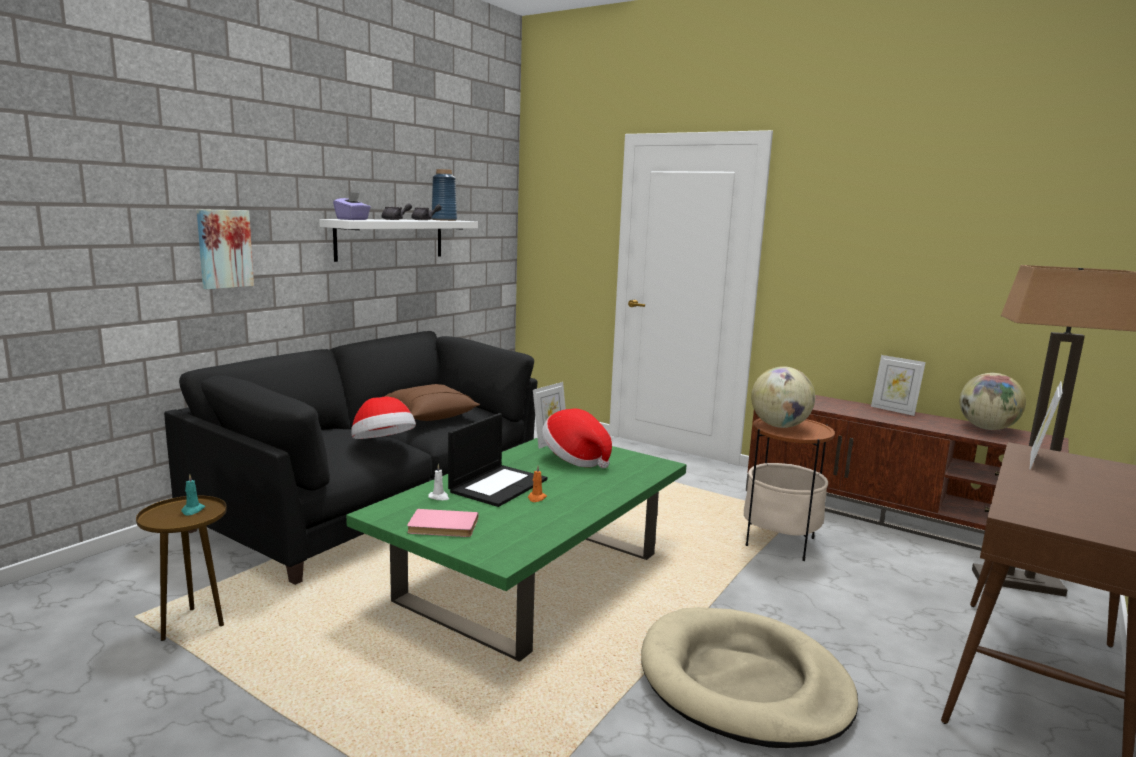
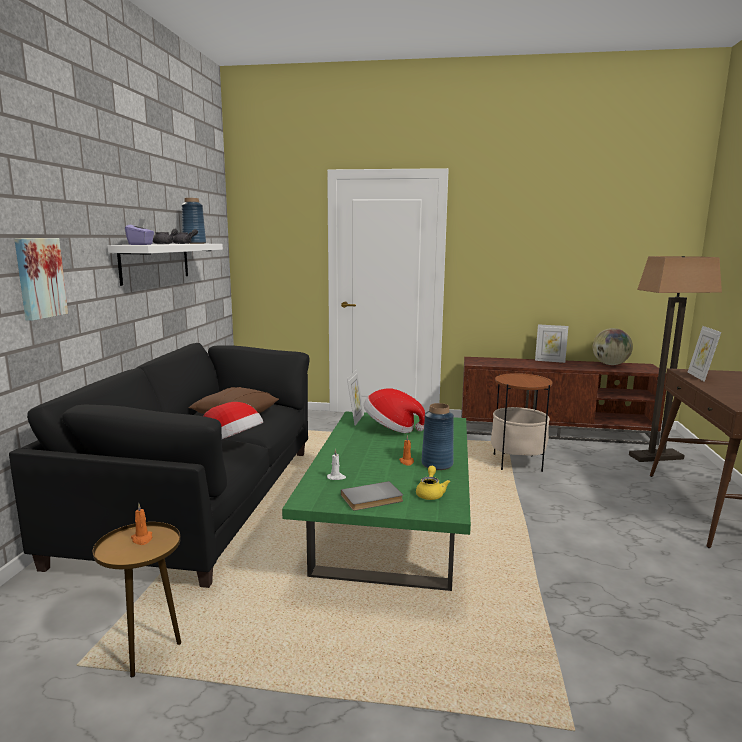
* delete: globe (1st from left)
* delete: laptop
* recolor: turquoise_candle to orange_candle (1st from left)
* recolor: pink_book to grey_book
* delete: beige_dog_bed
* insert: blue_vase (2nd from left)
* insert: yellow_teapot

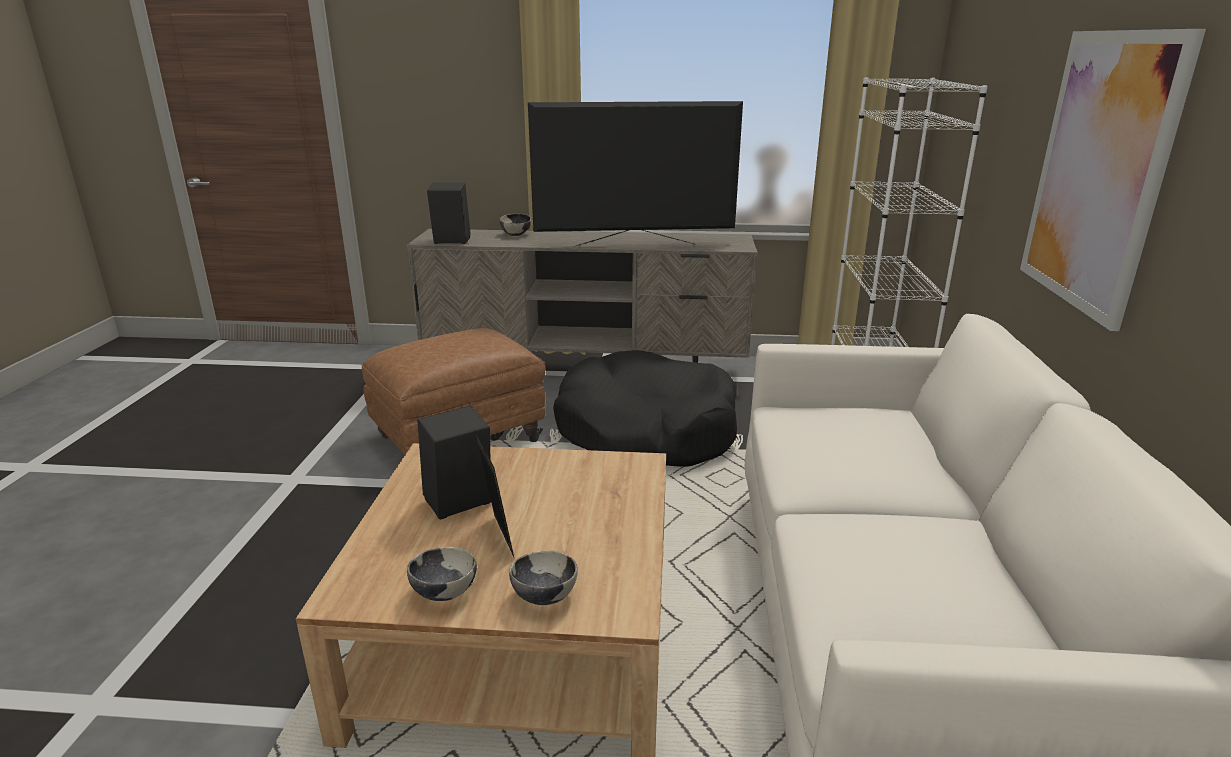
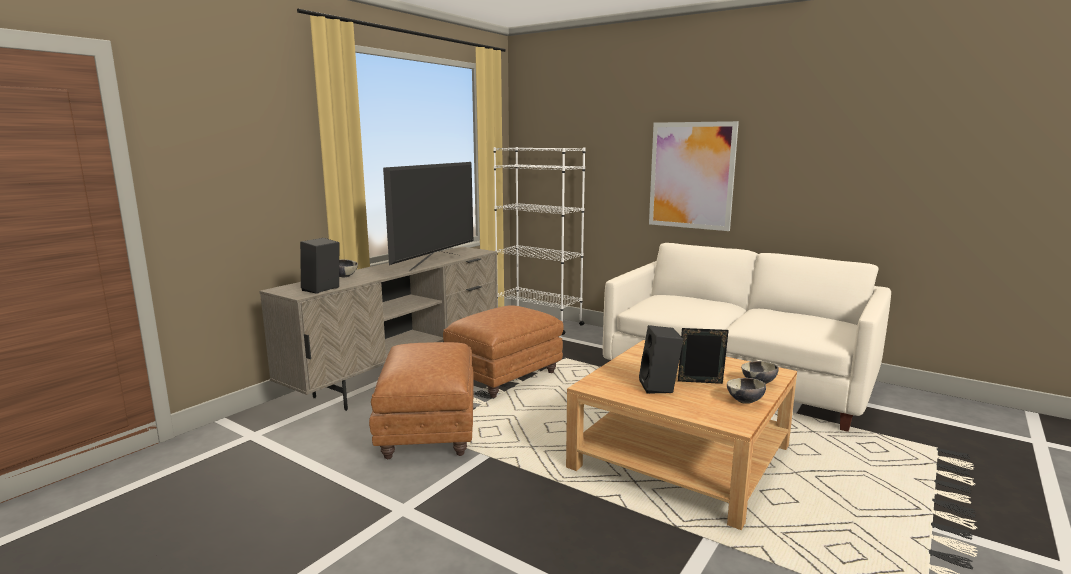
* replace: black_dog_bed to brown_ottoman (2nd from left)

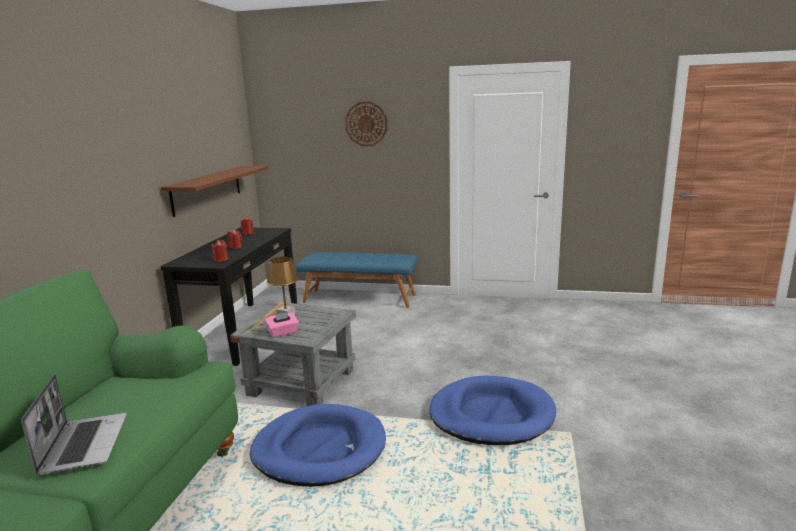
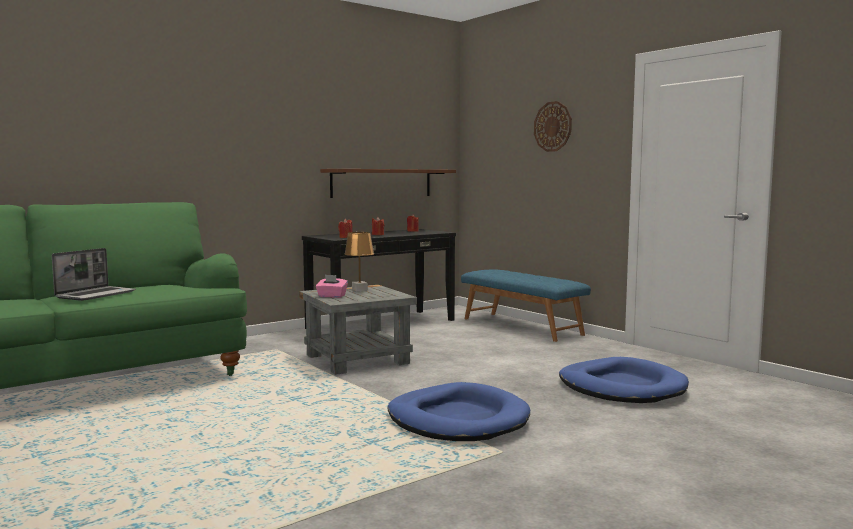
* move: blue_dog_bed (1st from left in the first image) to blue_dog_bed (2nd from left)

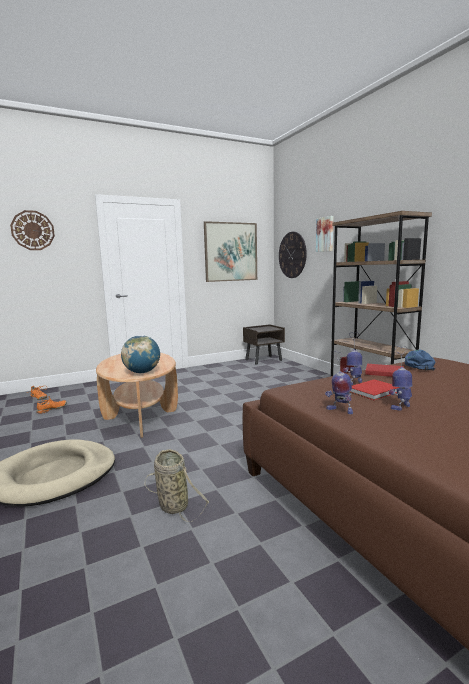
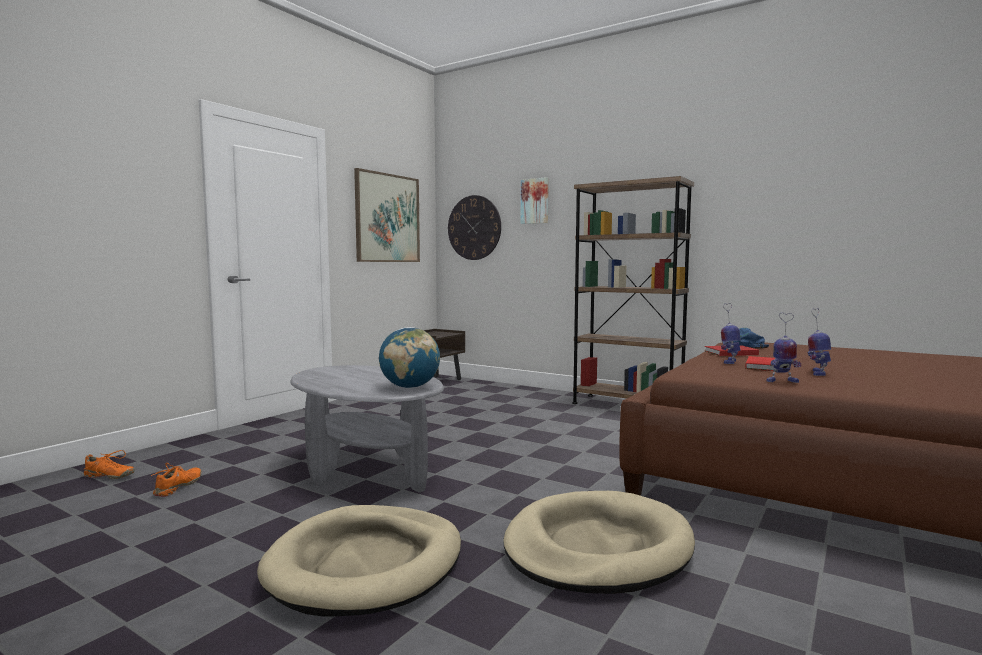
* delete: wall_clock (1st from left)
* recolor: brown_coffee_table to grey_coffee_table
* replace: basket to beige_dog_bed (2nd from left)

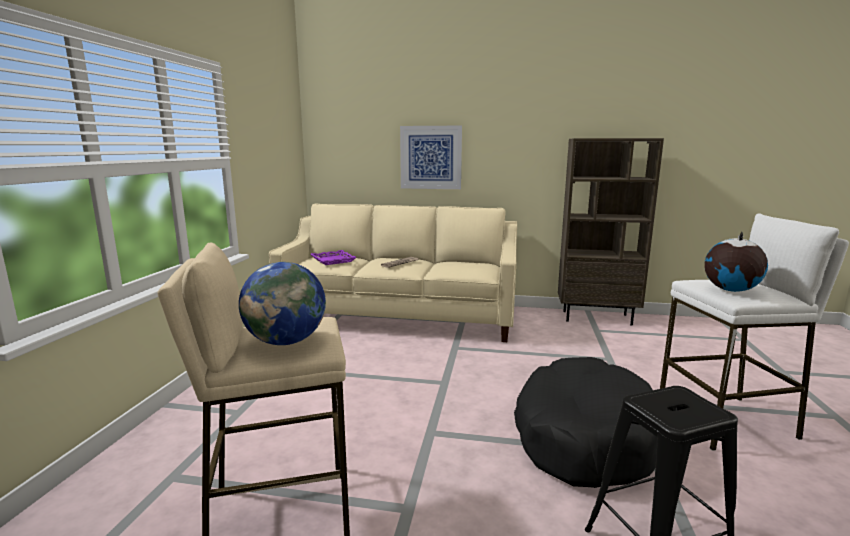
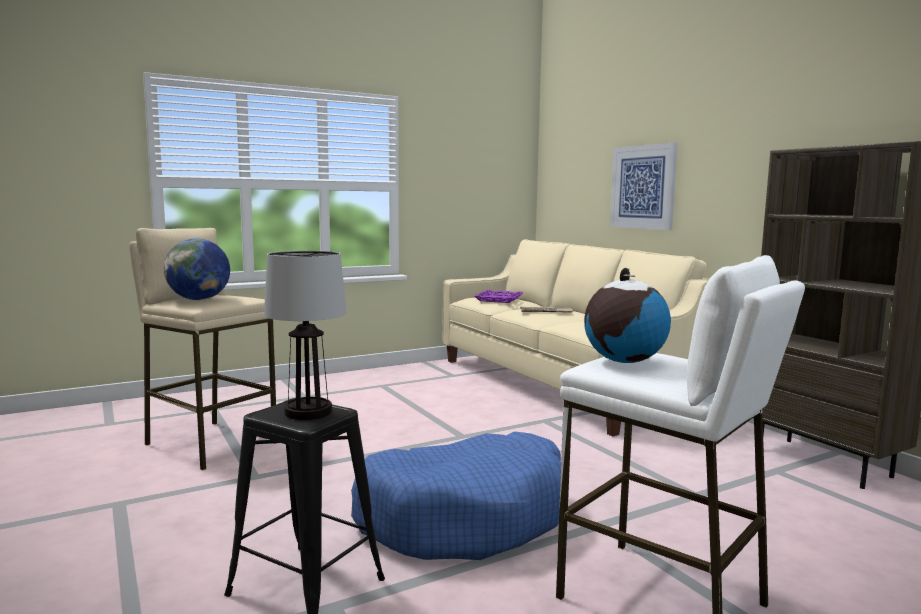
* recolor: black_dog_bed to blue_dog_bed
* insert: table_lamp

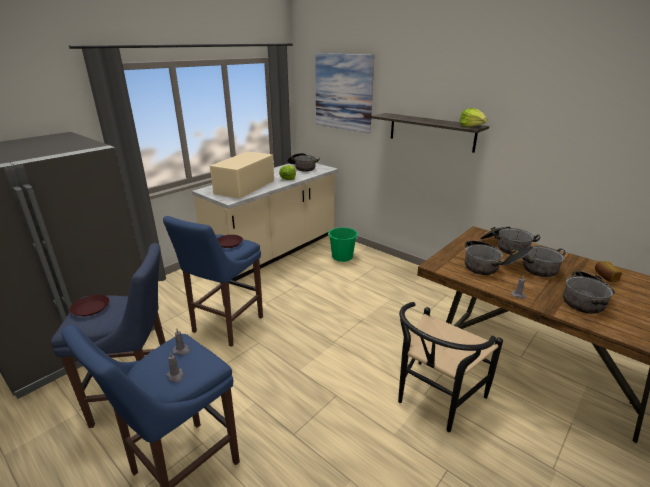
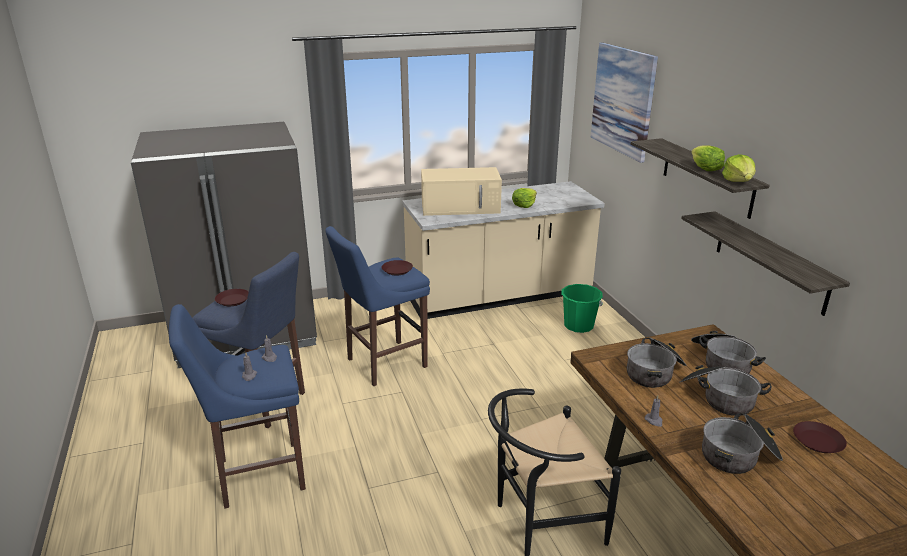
* rotate: beige_microwave 150 degrees counterclockwise
* delete: cooking_pot (1st from left)
* replace: bread to brown_plate (3rd from left)
* insert: lettuce (2nd from left)
* insert: shelf (2nd from left)

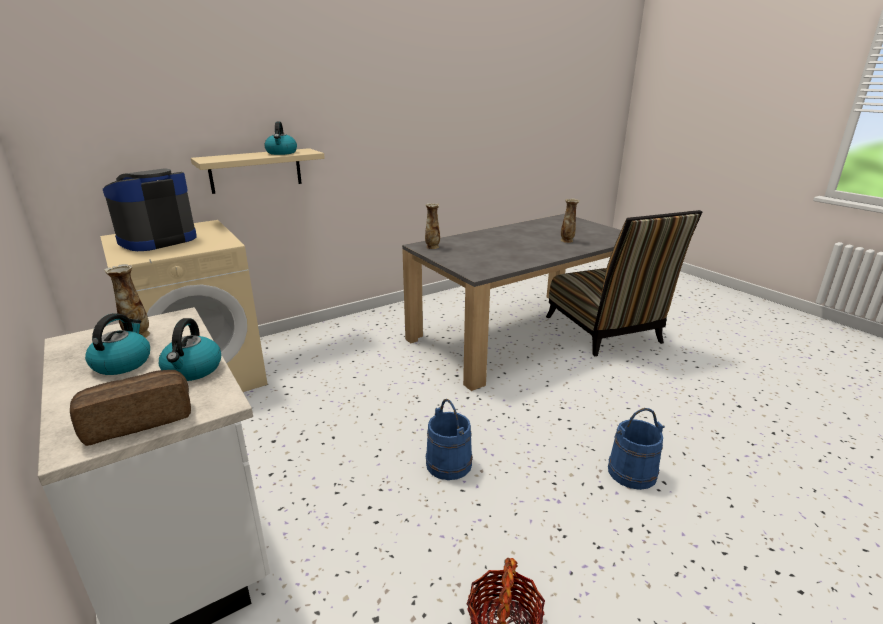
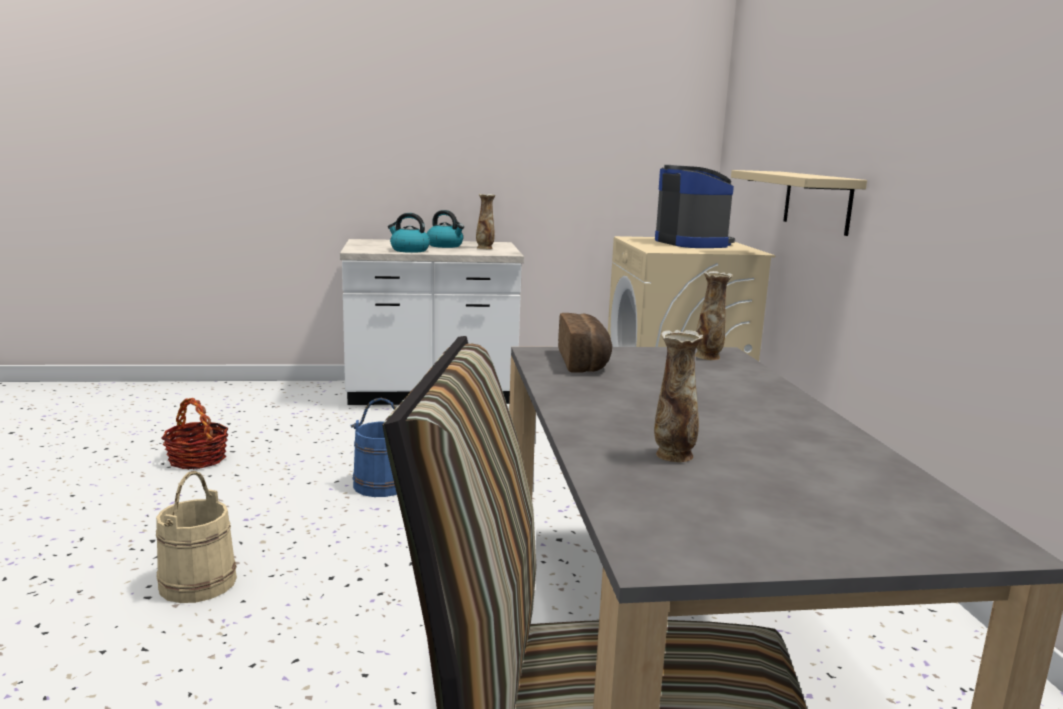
* delete: kettle (3rd from left)
* move: bread
* recolor: blue_bucket (2nd from left) to beige_bucket

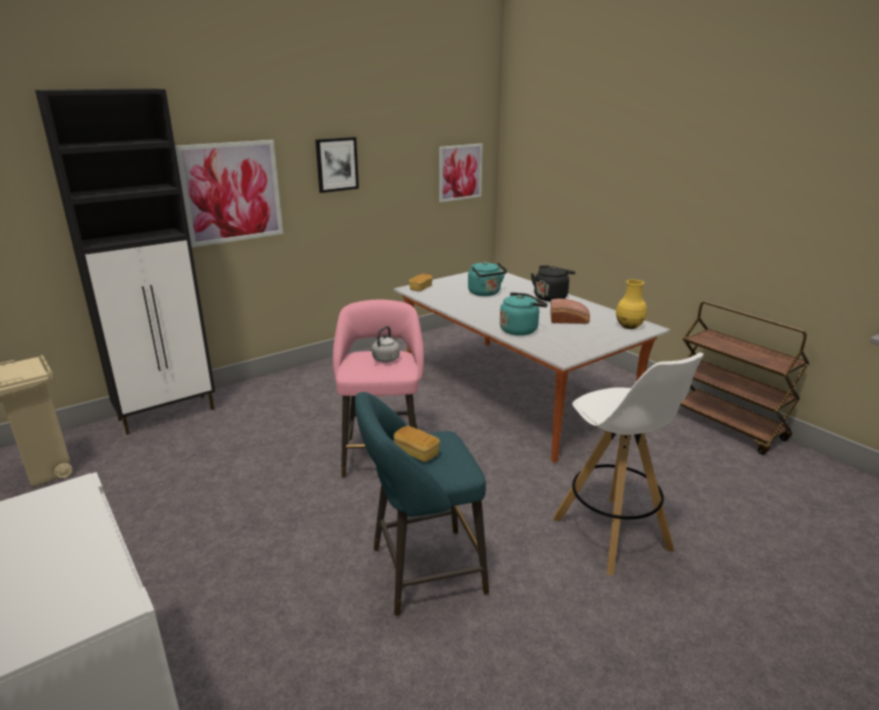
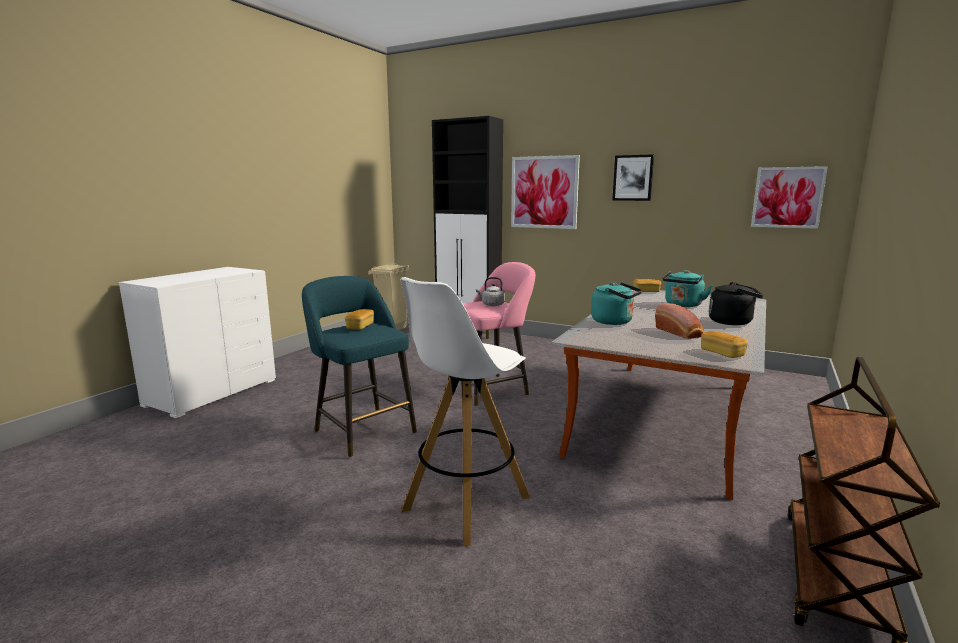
* replace: yellow_vase to bread (4th from left)

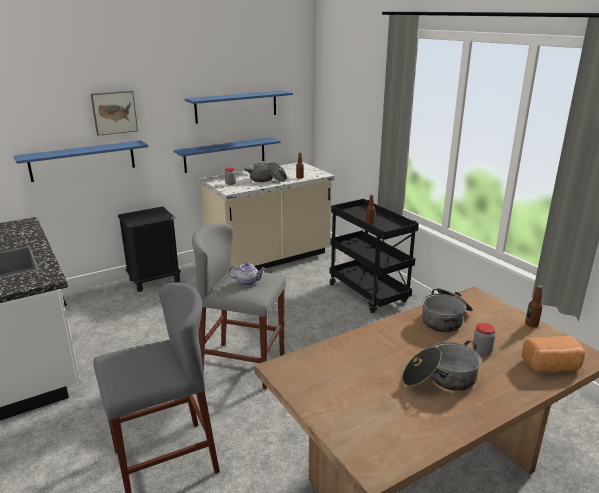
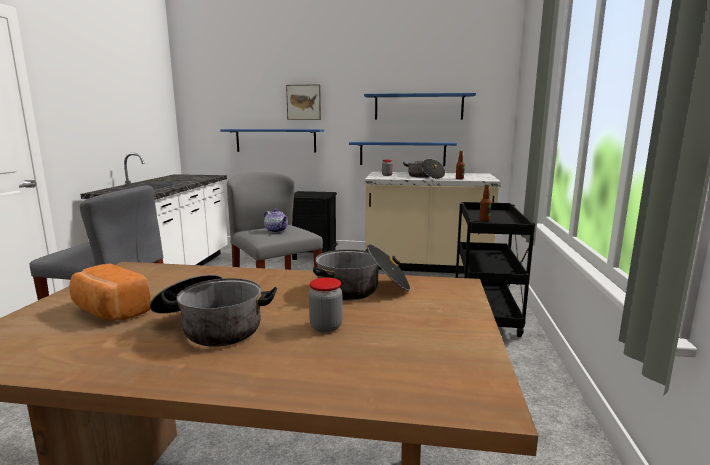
* delete: bottle (3rd from left)
* move: bread

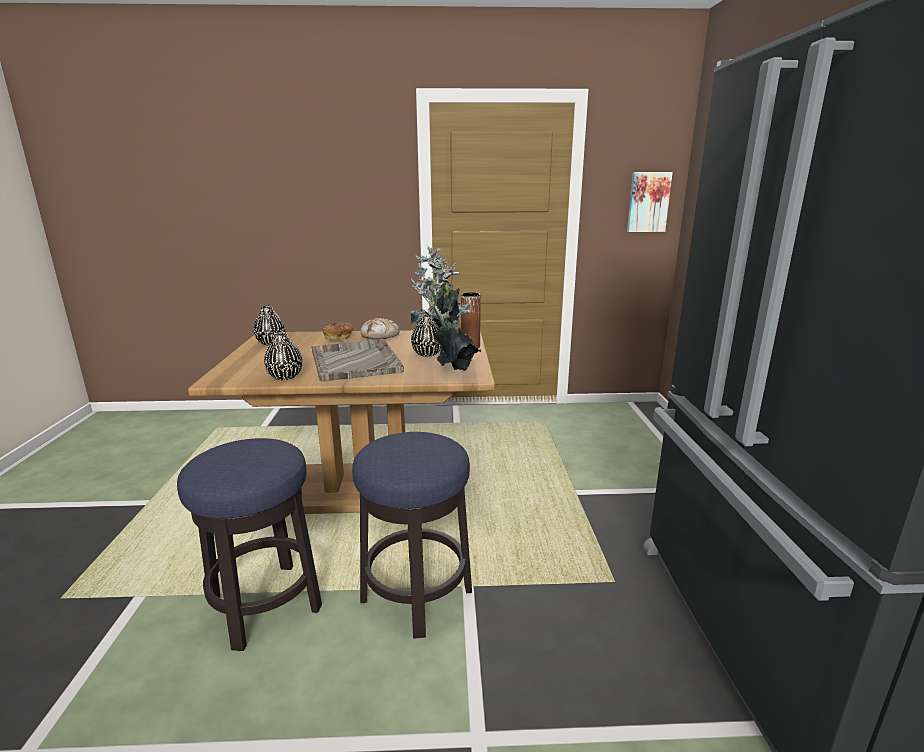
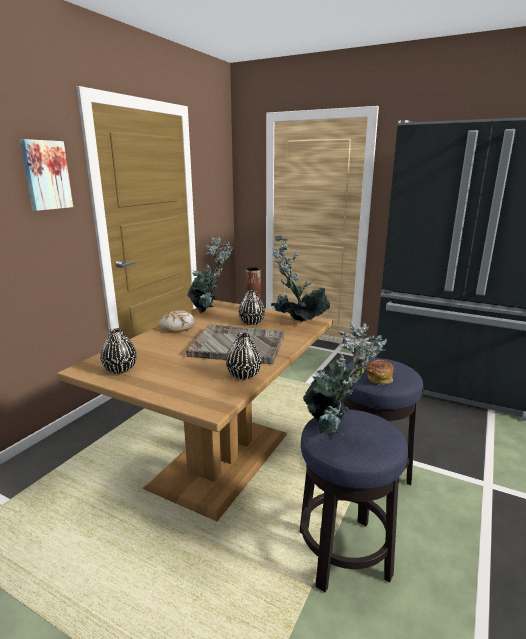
* move: picture
* move: bread (1st from left in the first image) to bread (2nd from left)
* insert: potted_plant (3rd from left)

